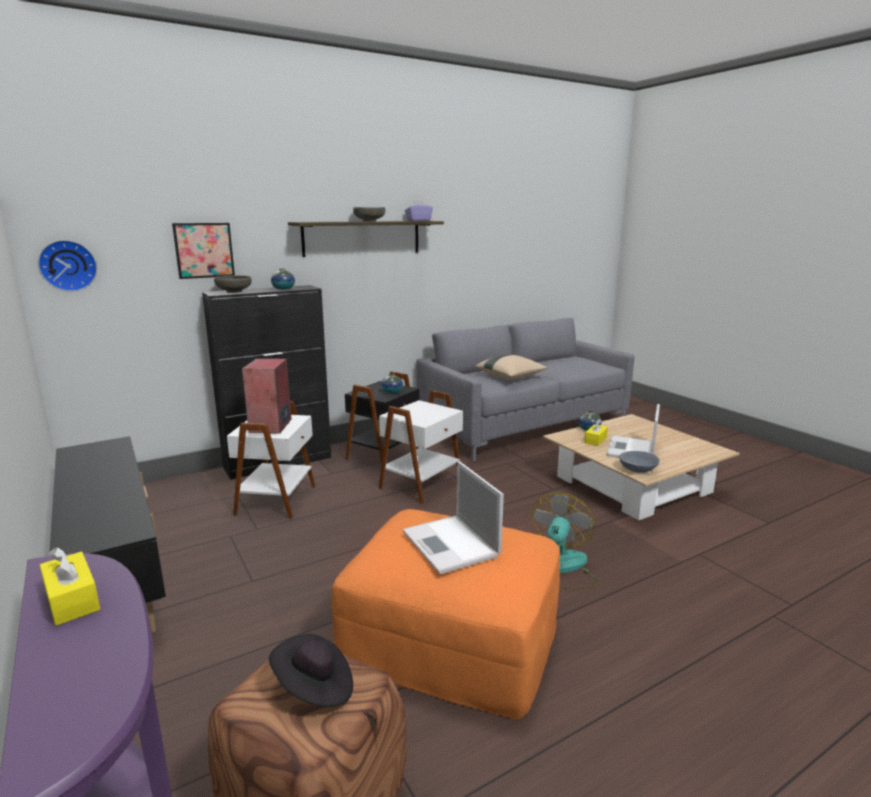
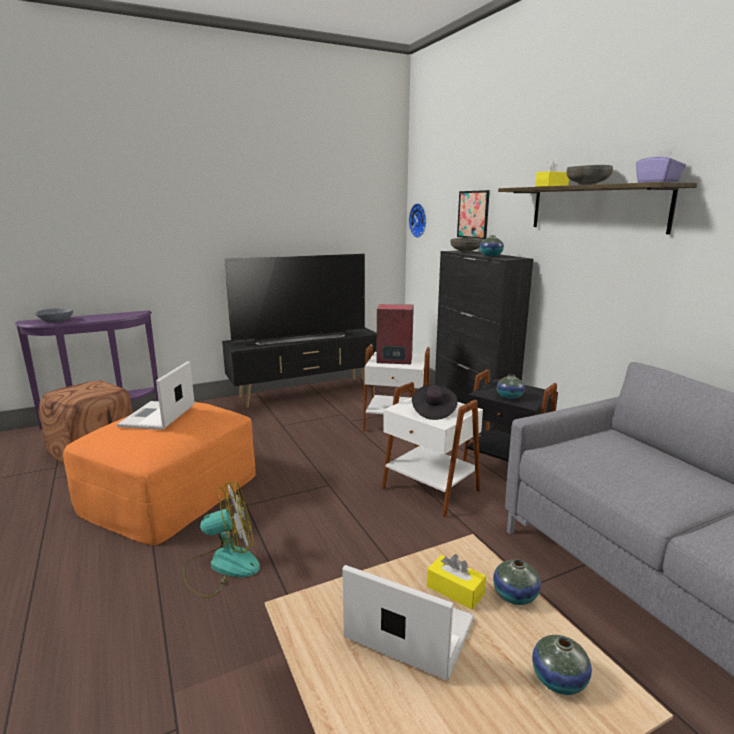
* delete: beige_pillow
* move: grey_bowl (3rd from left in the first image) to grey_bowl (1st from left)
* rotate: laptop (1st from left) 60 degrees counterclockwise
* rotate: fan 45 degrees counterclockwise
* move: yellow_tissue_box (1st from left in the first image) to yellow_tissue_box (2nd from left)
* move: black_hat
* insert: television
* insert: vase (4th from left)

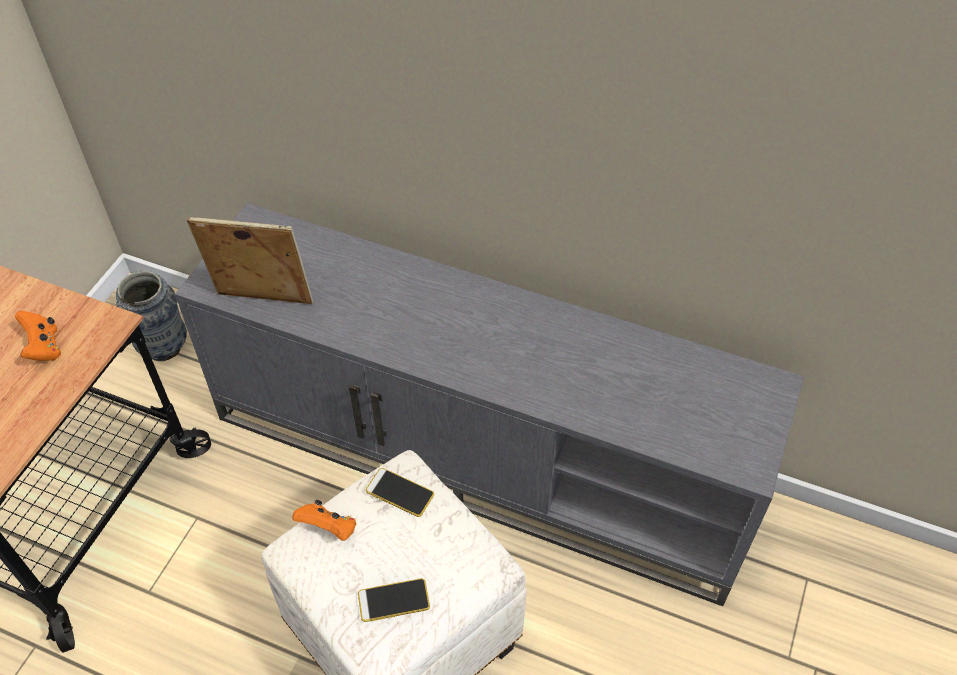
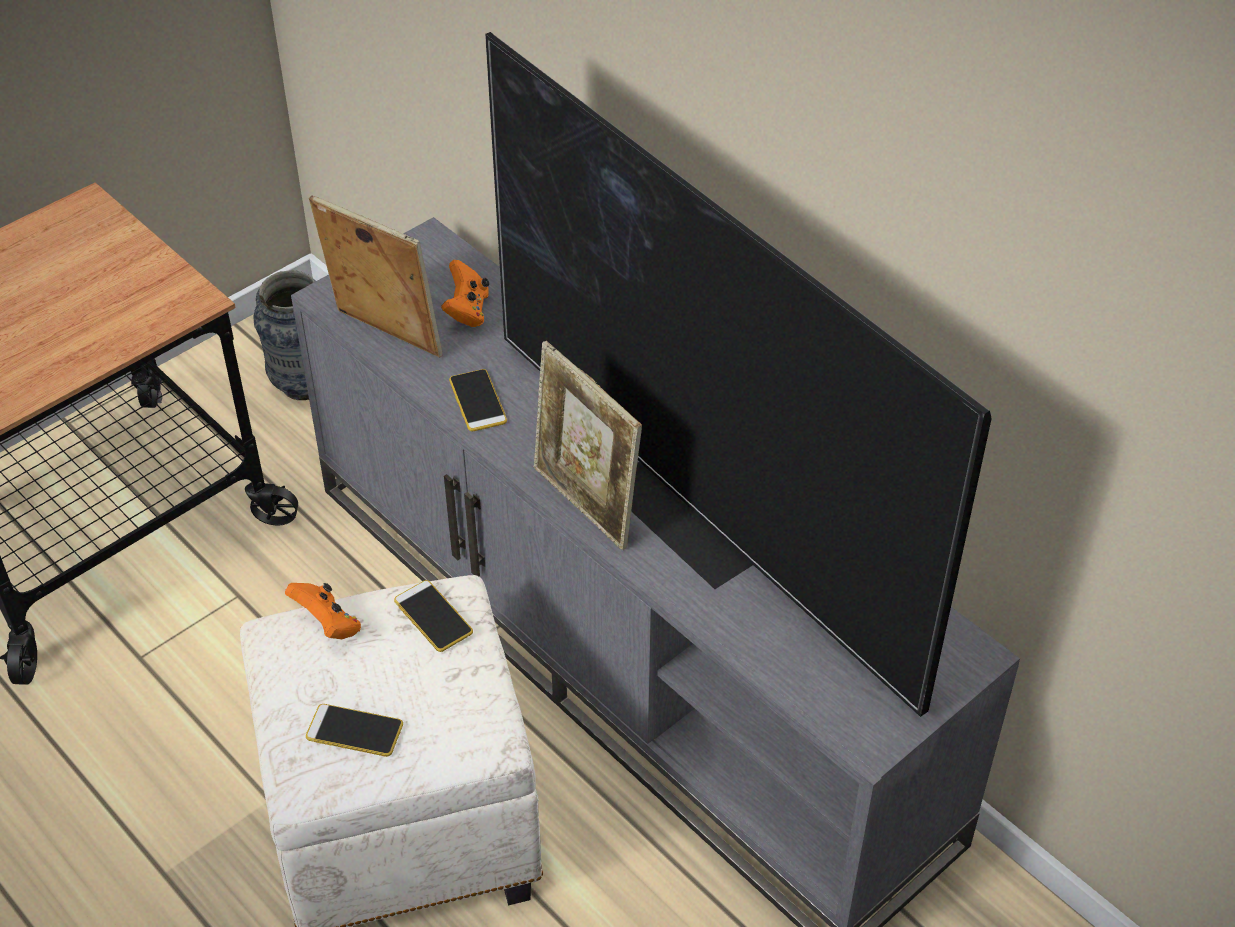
* move: orange_game_controller (1st from left in the first image) to orange_game_controller (2nd from left)
* insert: television
* insert: picture_frame (2nd from left)
* insert: phone (3rd from left)

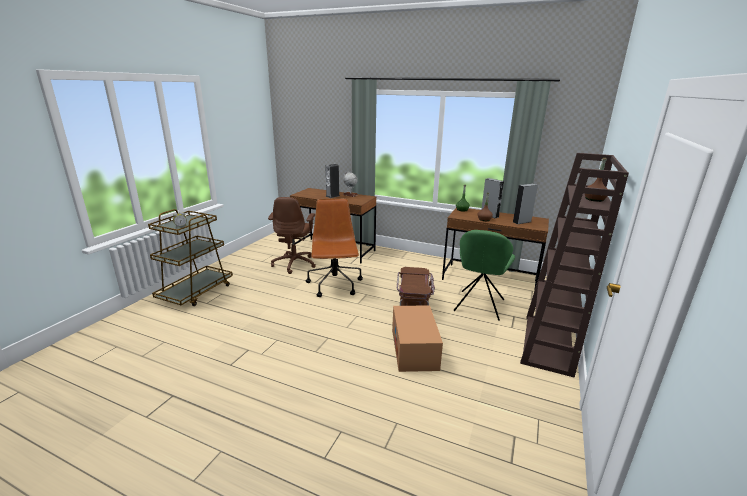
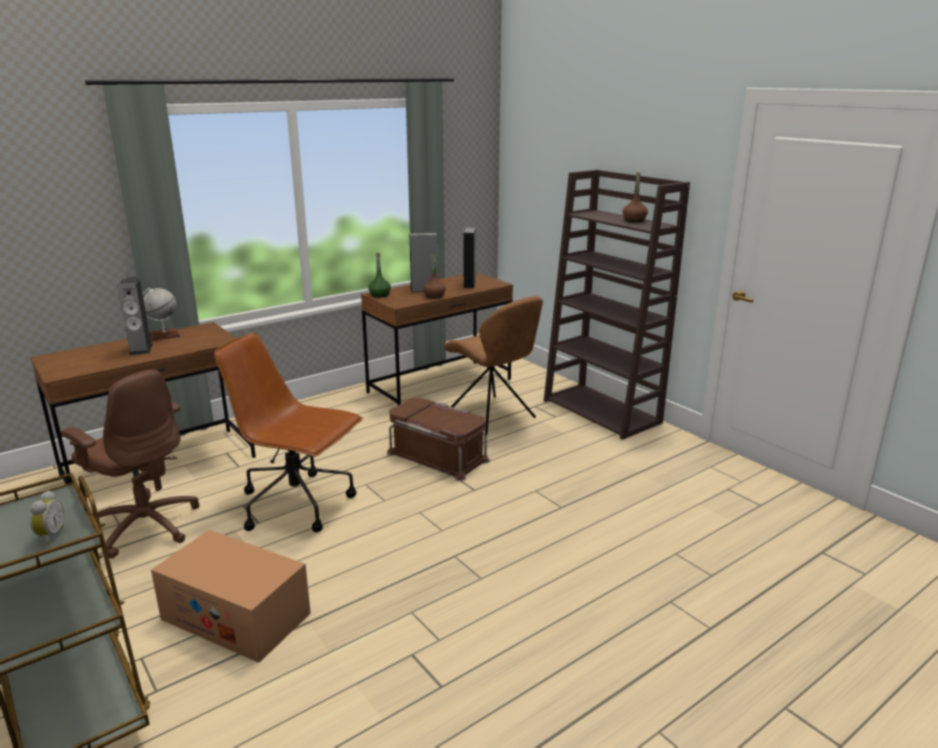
* recolor: green_chair to brown_chair
* move: cardboard_box

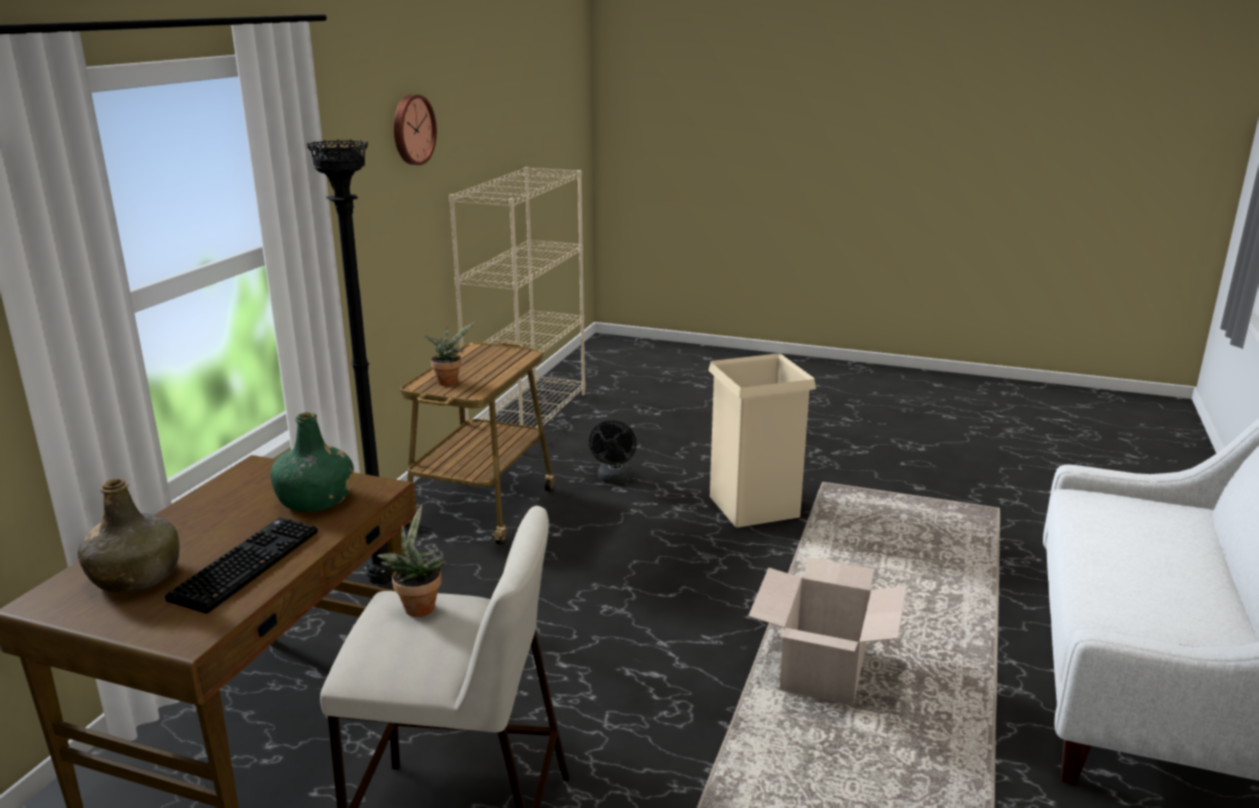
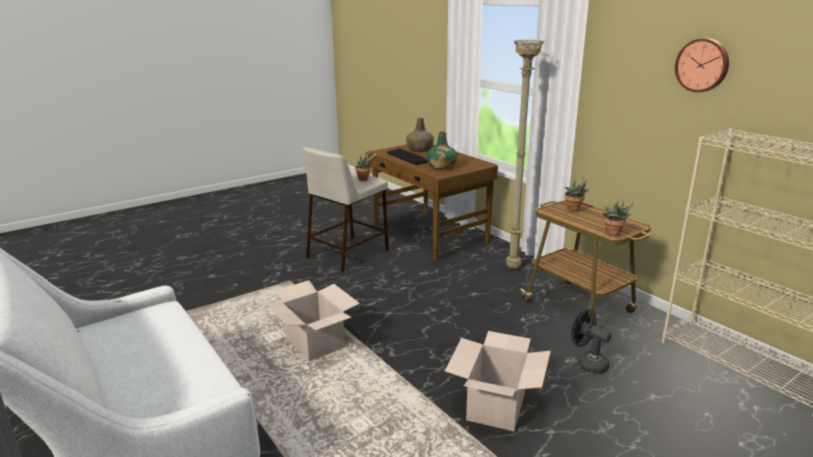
* recolor: black_floor_lamp to beige_floor_lamp
* replace: beige_trash_can to cardboard_box (2nd from left)
* insert: potted_plant (3rd from left)

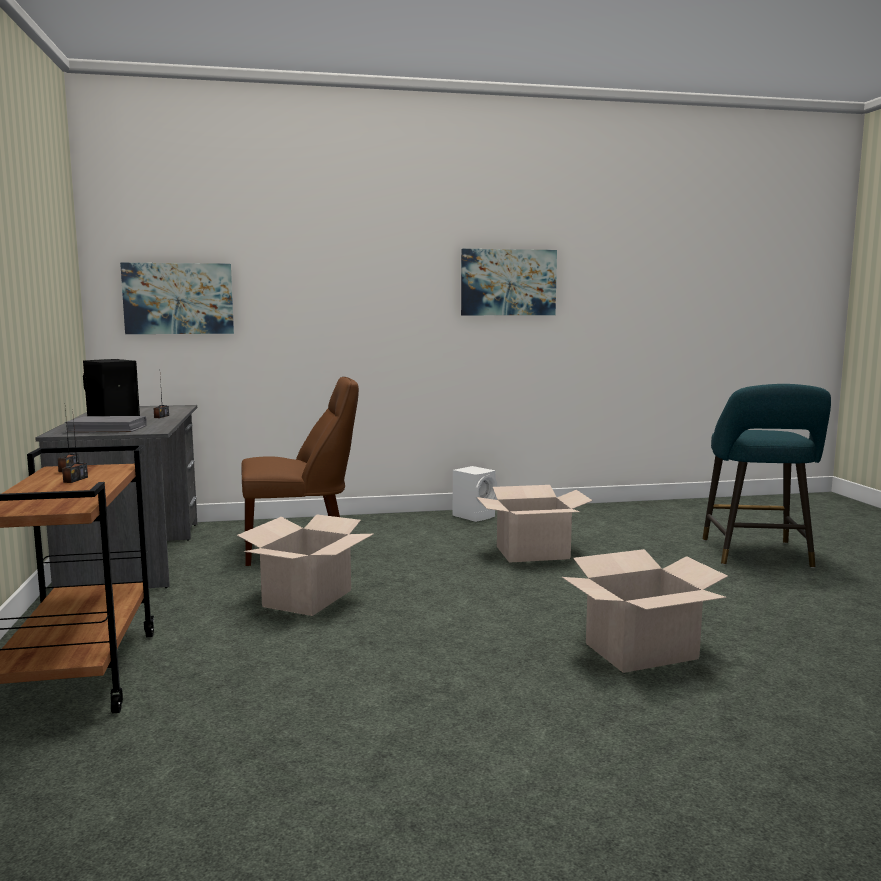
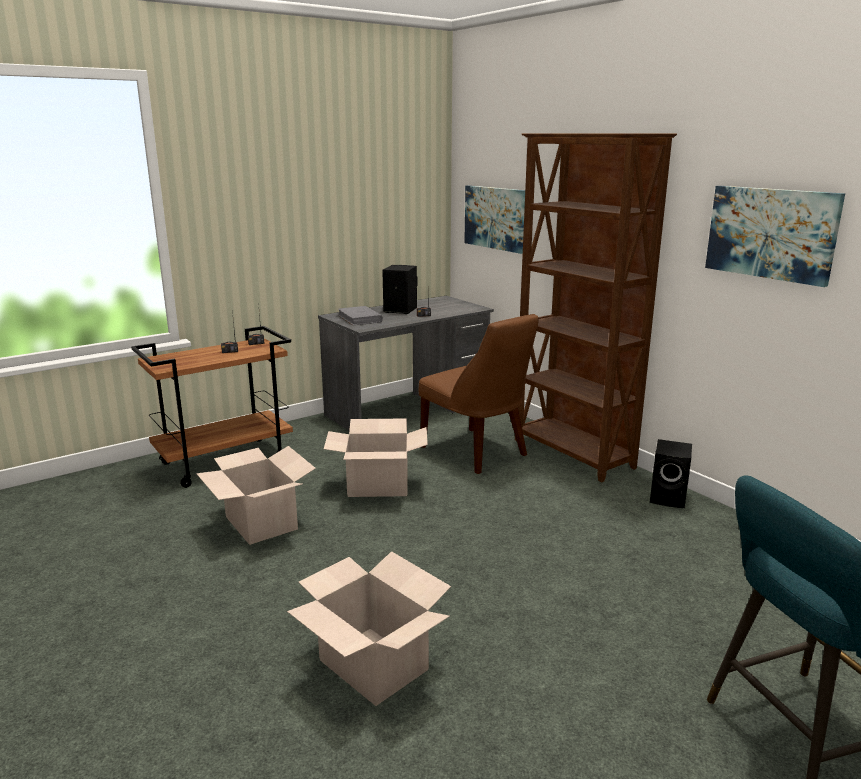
* recolor: white_speaker to black_speaker (2nd from left)
* move: cardboard_box (2nd from left in the first image) to cardboard_box (1st from left)
* insert: brown_bookcase

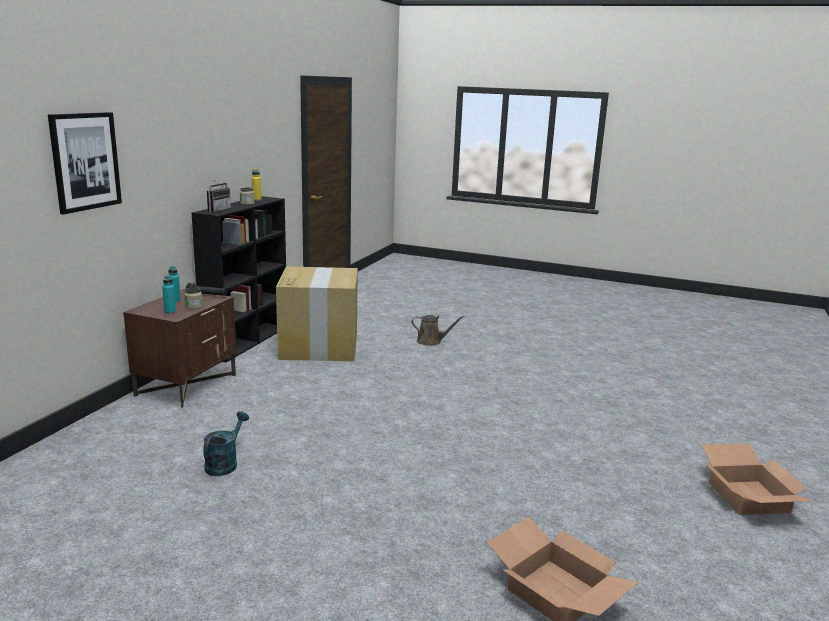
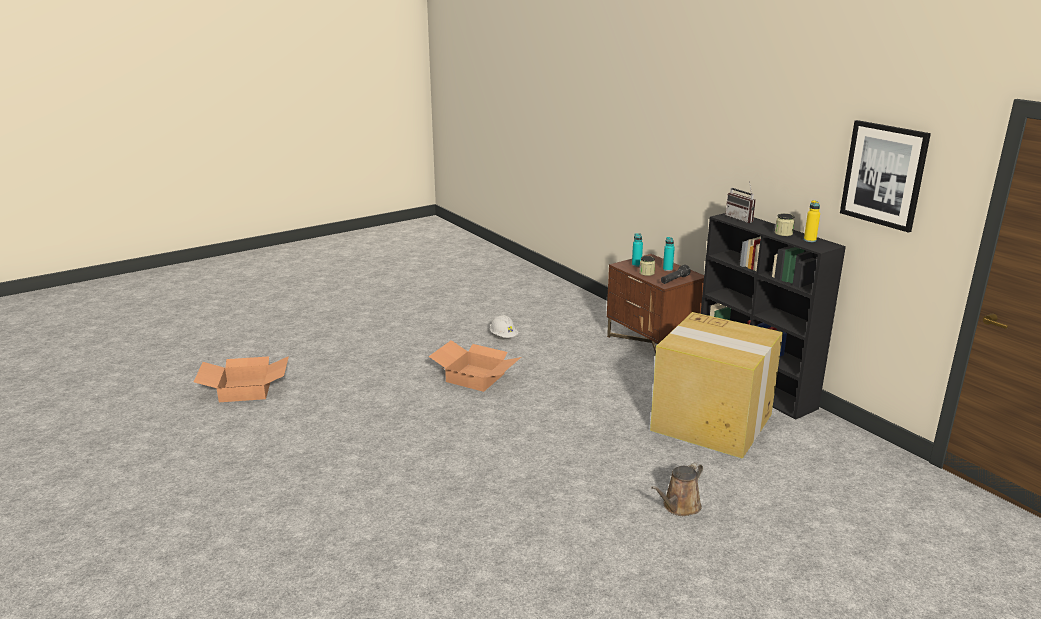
* move: picture
* replace: turquoise_watering_can to white_hard_hat
* move: cardboard_box (3rd from left in the first image) to cardboard_box (2nd from left)

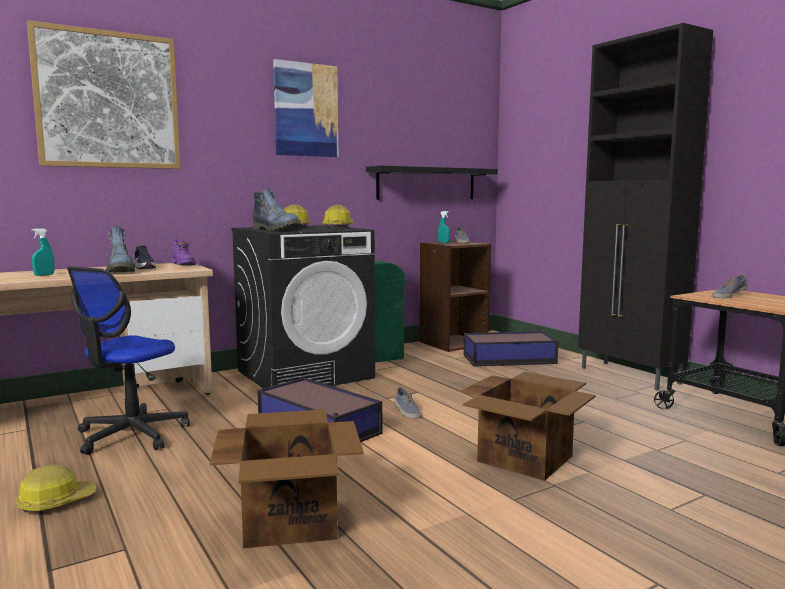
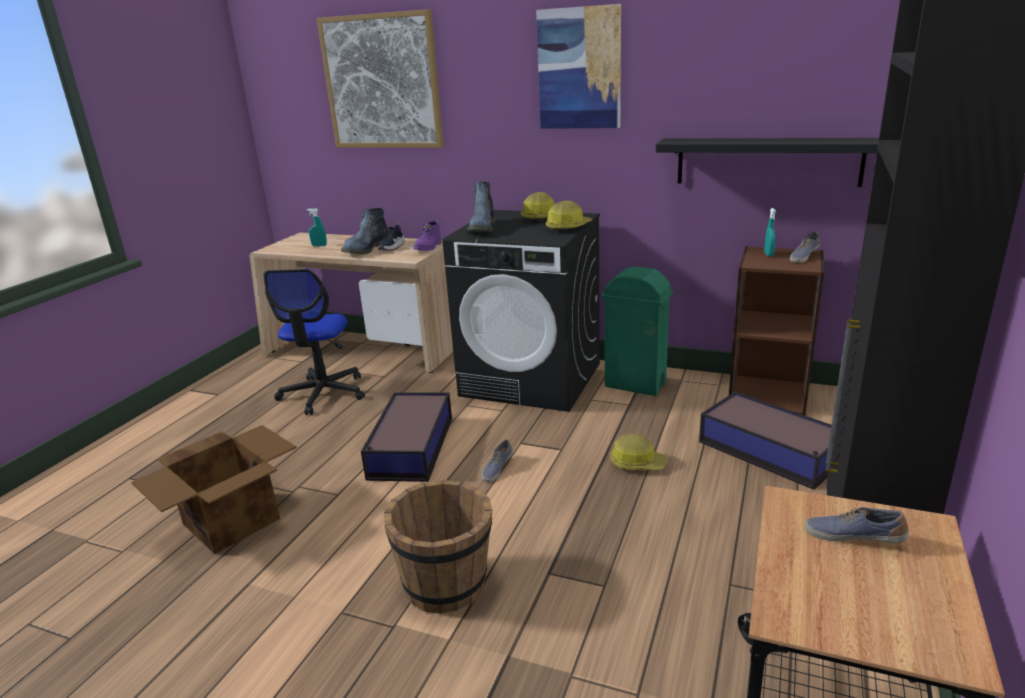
* rotate: office_chair 75 degrees counterclockwise
* replace: cardboard_box (2nd from left) to brown_bucket
* move: hard_hat (1st from left in the first image) to hard_hat (3rd from left)

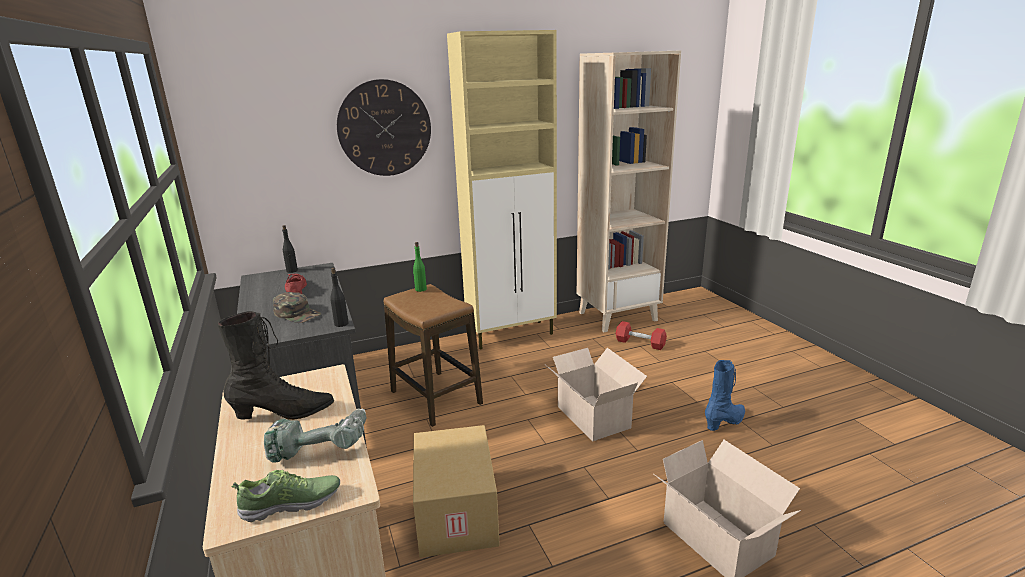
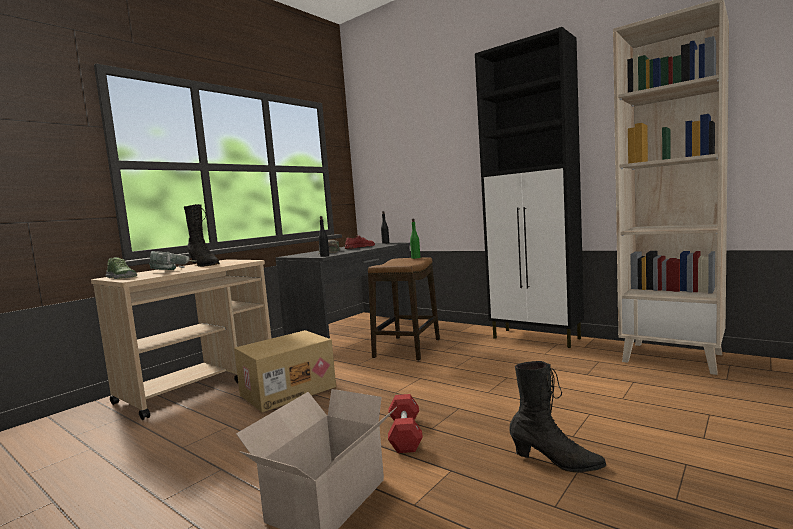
* recolor: beige_cabinet to black_cabinet
* delete: wall_clock
* move: red_dumbbell
* delete: cardboard_box (2nd from left)
* recolor: blue_boot to black_boot (2nd from left)

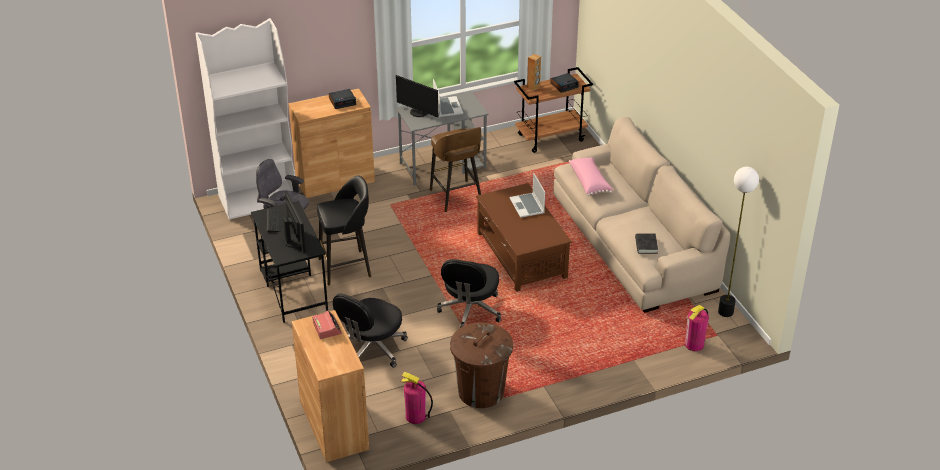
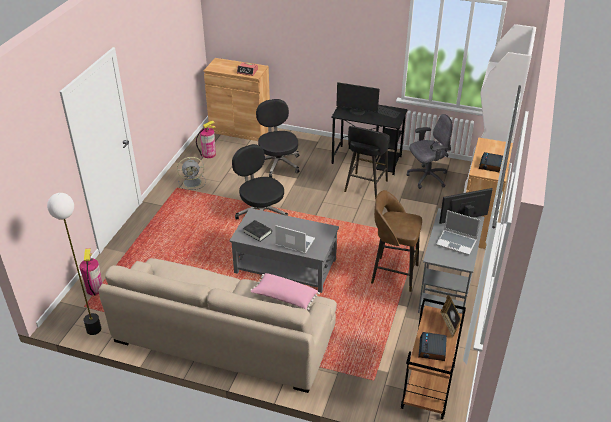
* replace: brown_speaker to picture_frame
* recolor: brown_coffee_table to grey_coffee_table
* move: black_book
* replace: brown_trash_can to grey_fan

